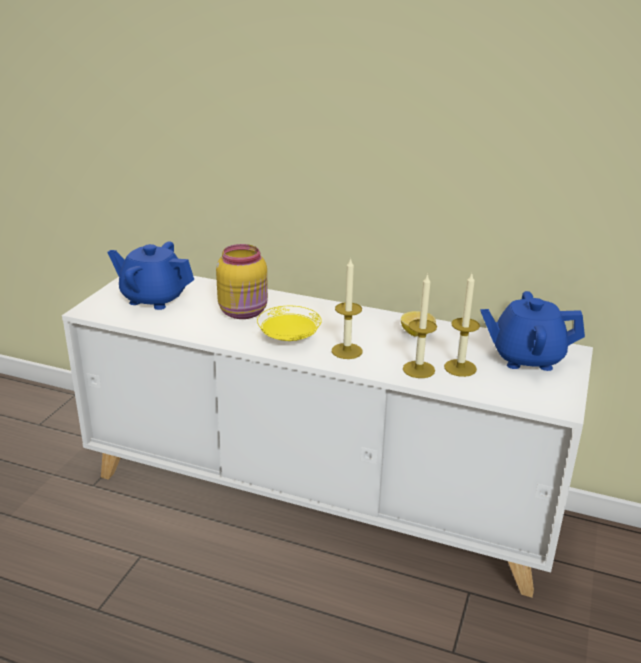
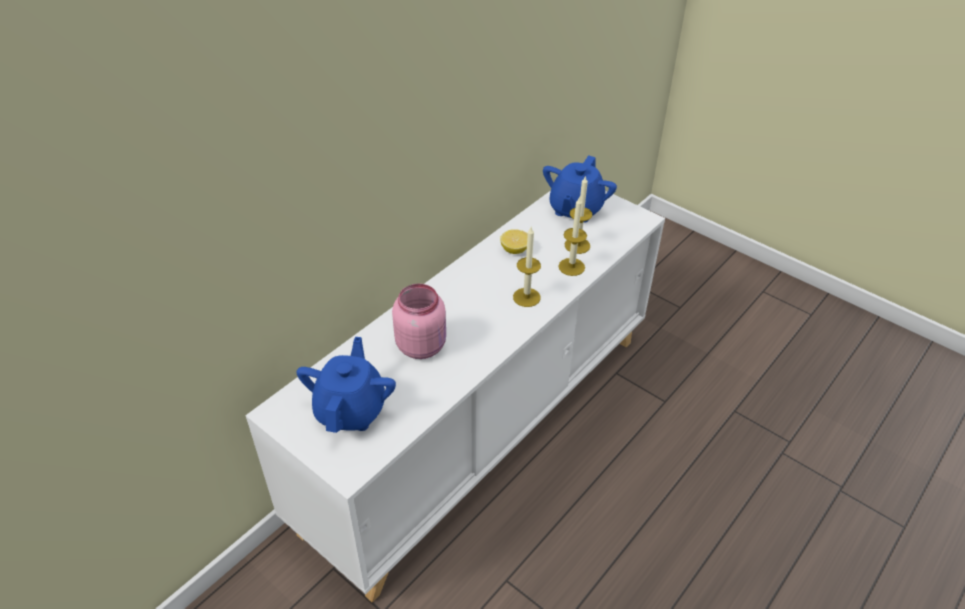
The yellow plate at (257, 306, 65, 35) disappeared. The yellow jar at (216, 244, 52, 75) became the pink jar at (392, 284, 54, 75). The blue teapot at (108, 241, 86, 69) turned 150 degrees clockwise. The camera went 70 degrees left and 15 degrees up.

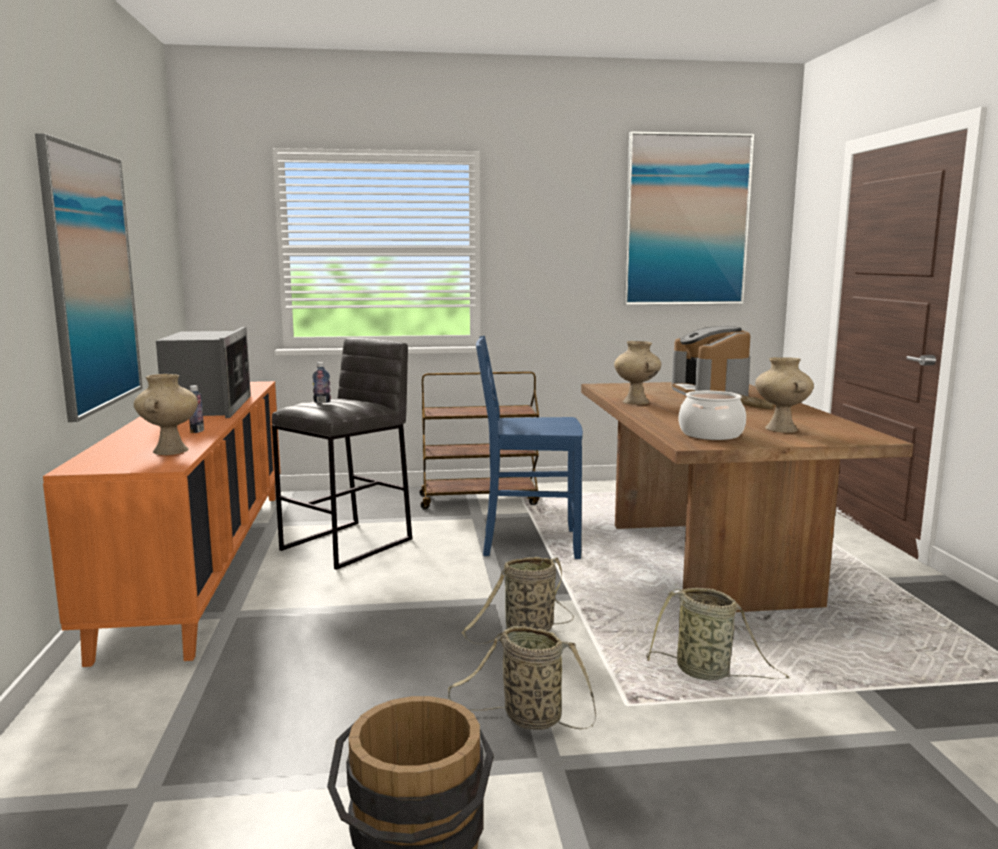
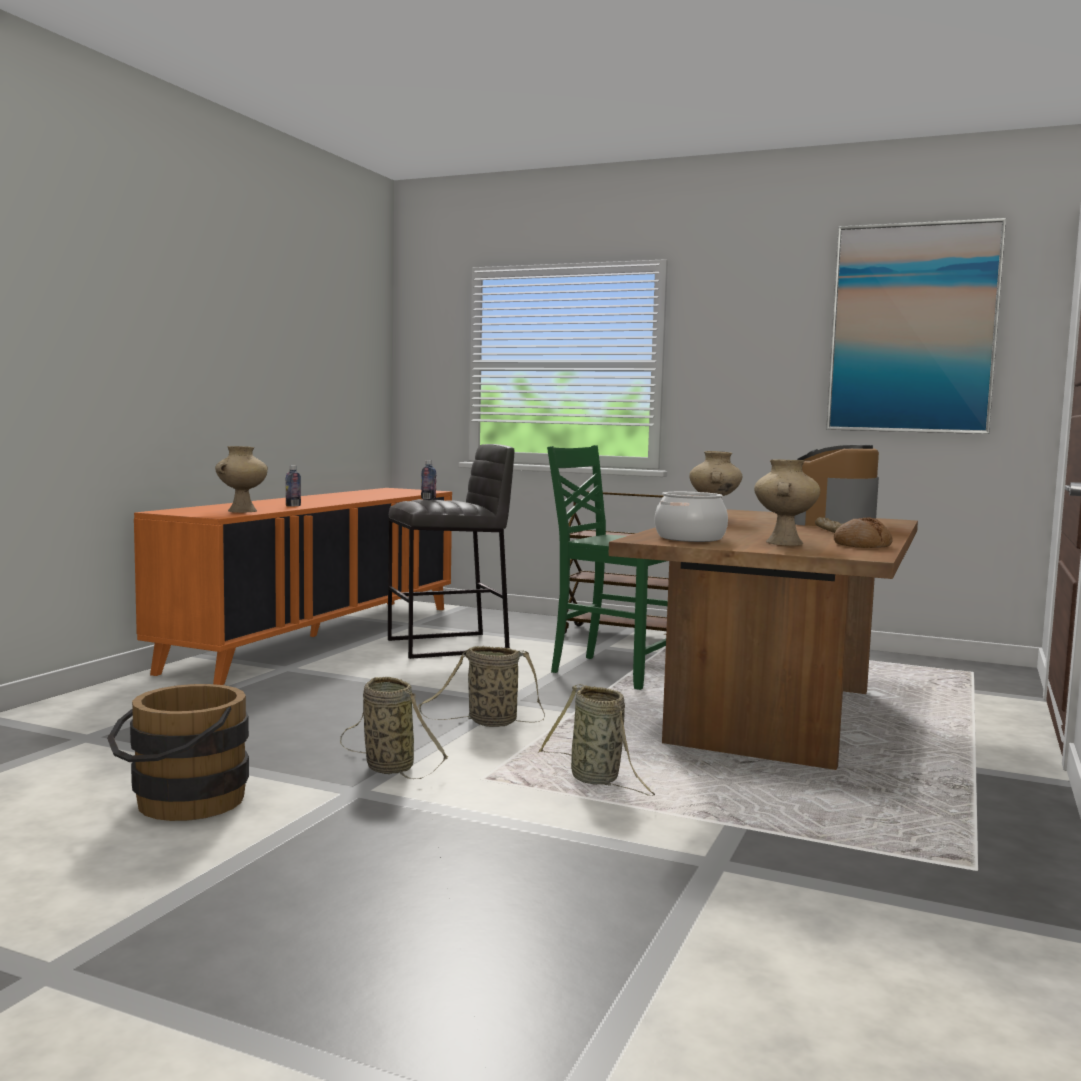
The picture at (35, 133, 107, 289) disappeared. The microwave at (156, 327, 95, 91) disappeared. The bread at (834, 517, 59, 31) appeared. The blue chair at (476, 336, 107, 223) became the green chair at (547, 445, 121, 245). The camera went 30 degrees right and 5 degrees down.

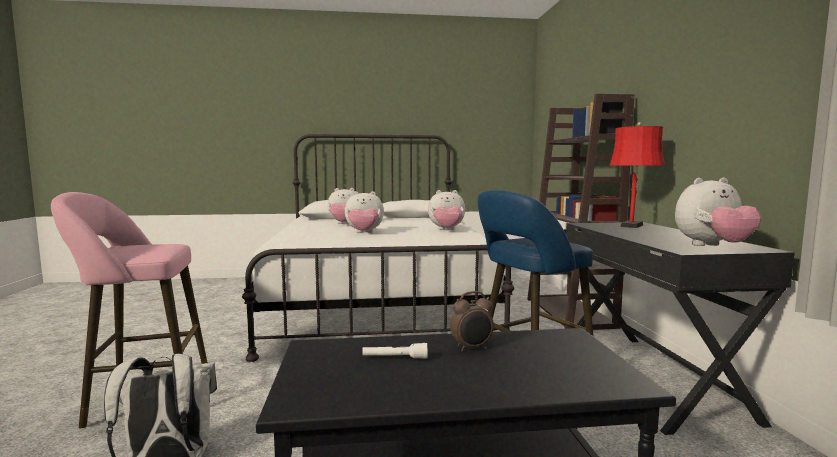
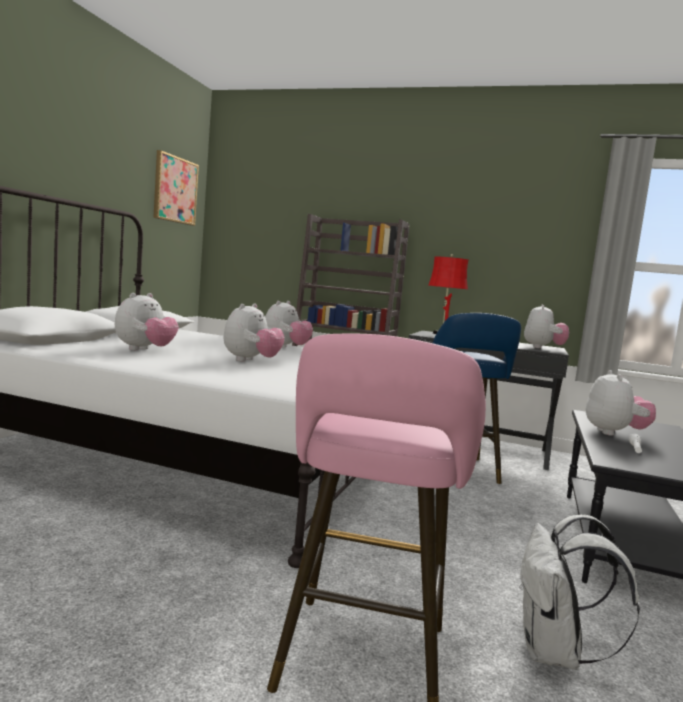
The picture at (153, 150, 46, 76) appeared. The alarm clock at (450, 291, 44, 61) was replaced by the plush toy at (586, 370, 70, 66). The camera went 65 degrees left and 0 degrees up.

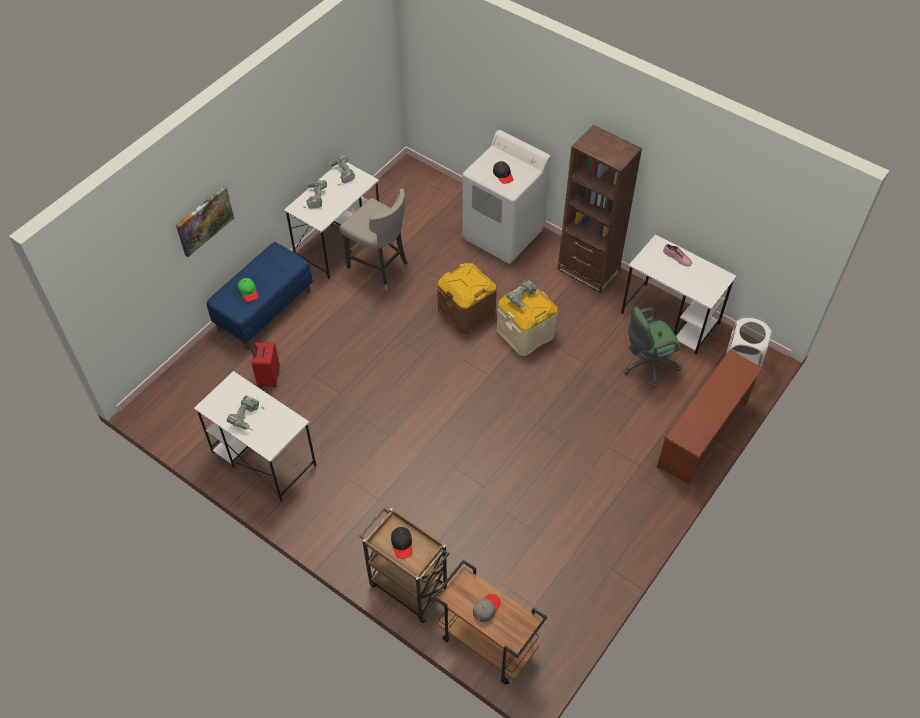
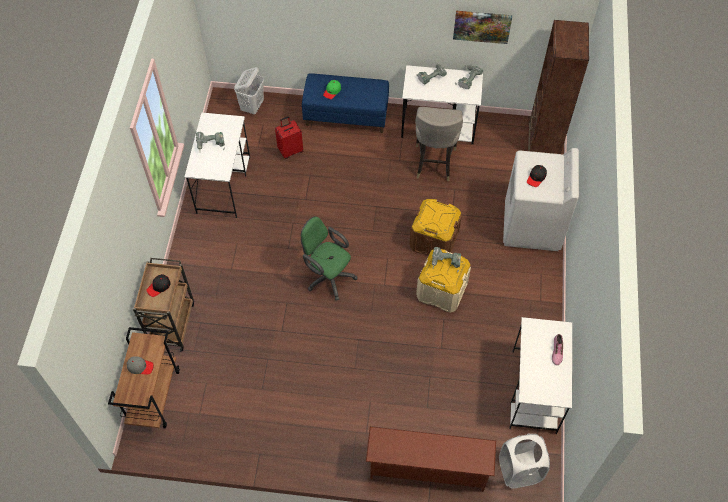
The white laundry basket at (234, 67, 30, 47) appeared. The picture moved from (176, 186, 58, 71) to (453, 11, 59, 33). The brown bookcase moved from (557, 125, 85, 168) to (528, 20, 61, 134). The green office chair moved from (623, 307, 58, 80) to (301, 216, 56, 85). The camera went 60 degrees right and 5 degrees up.

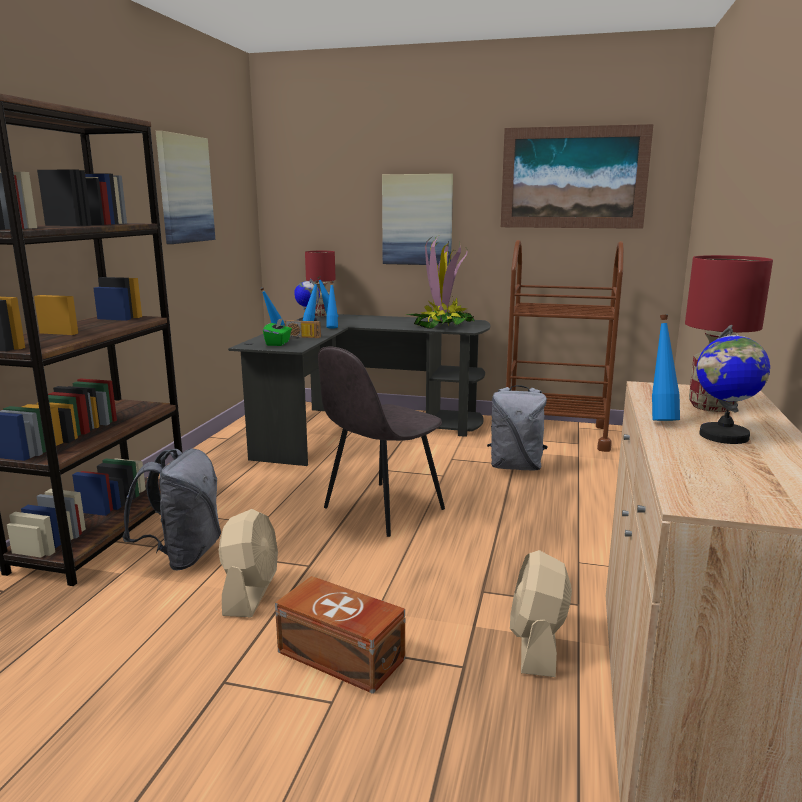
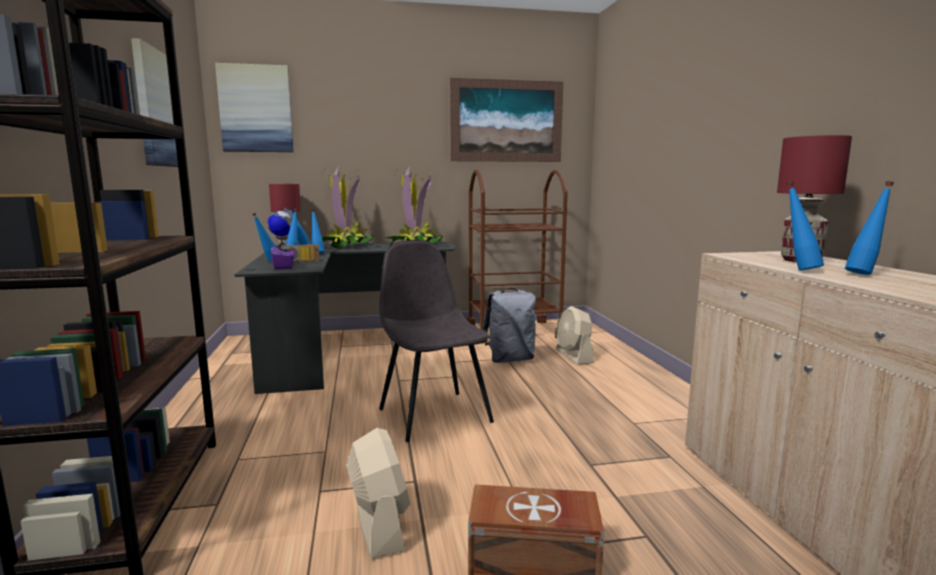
The grey backpack at (122, 448, 99, 123) disappeared. The potted plant at (322, 166, 51, 83) appeared. The picture moved from (382, 174, 71, 92) to (215, 63, 79, 89). The beige fan moved from (510, 550, 62, 127) to (556, 306, 37, 59). The globe at (697, 325, 73, 119) was replaced by the blue bottle at (845, 181, 49, 94). The green tissue box at (263, 318, 29, 28) became the purple tissue box at (271, 240, 24, 29). The grey chair at (318, 346, 127, 191) turned 135 degrees clockwise. The camera went 25 degrees left and 5 degrees down.

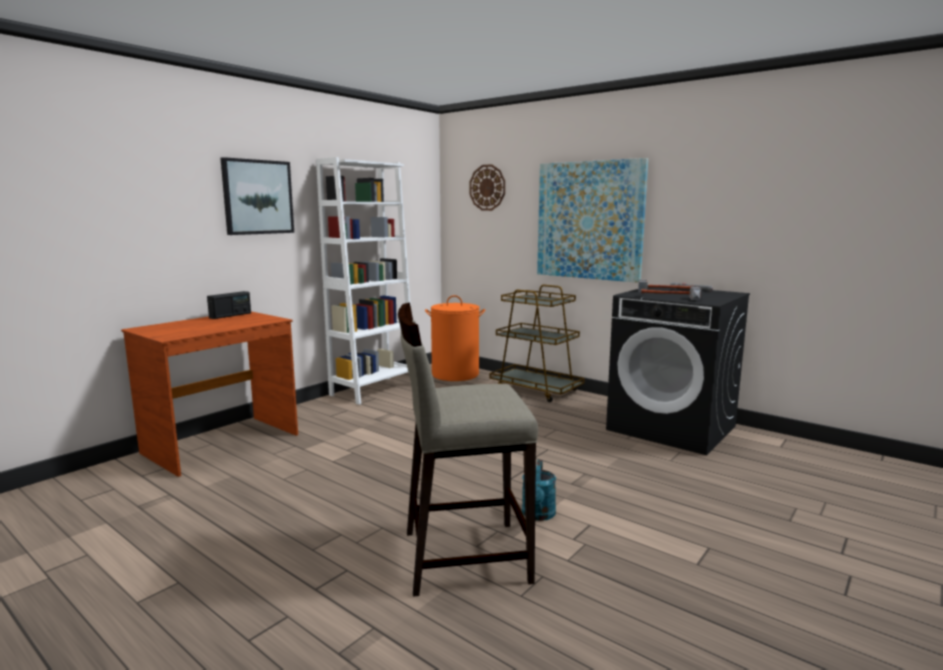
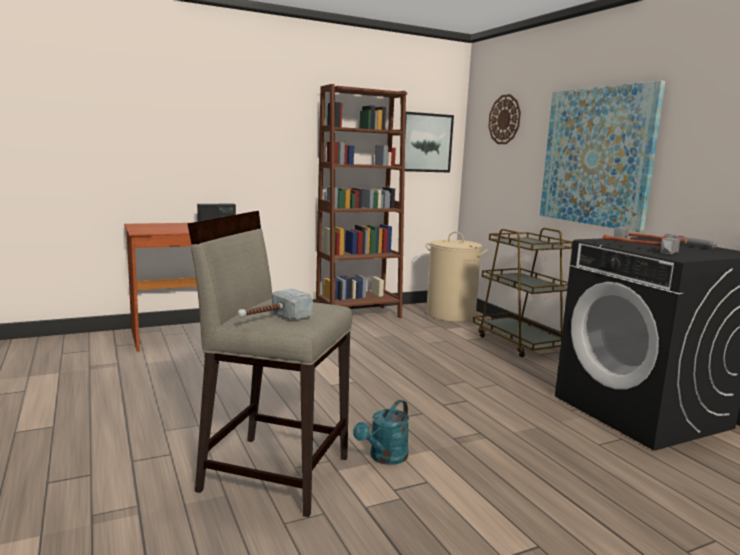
The hammer at (237, 289, 76, 31) appeared. The picture moved from (221, 157, 73, 78) to (399, 112, 55, 60). The white bookcase at (316, 157, 95, 248) became the brown bookcase at (316, 84, 91, 234). The orange laundry basket at (425, 295, 60, 86) became the beige laundry basket at (426, 232, 62, 90). The camera went 25 degrees right and 0 degrees up.

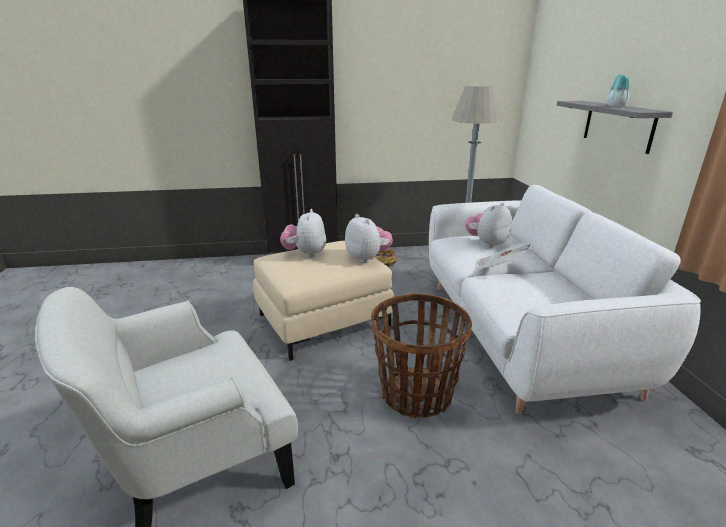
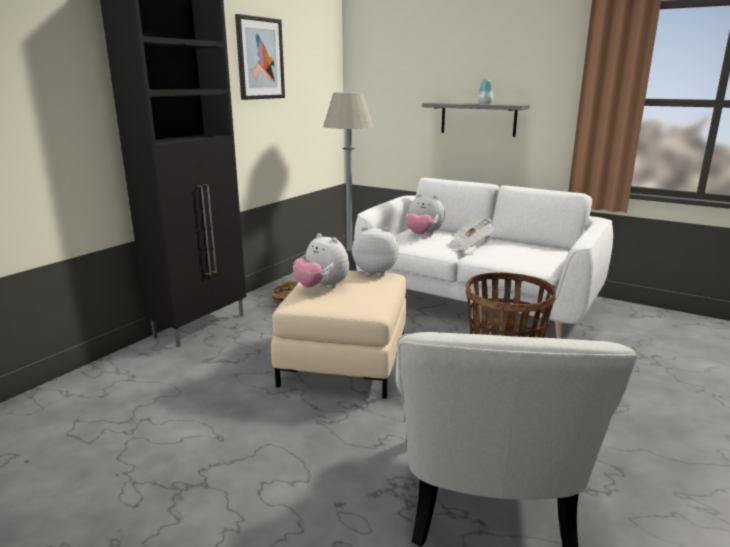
The picture at (235, 14, 50, 86) appeared. The plush toy at (465, 202, 47, 46) turned 60 degrees counterclockwise. The camera went 50 degrees left and 5 degrees down.

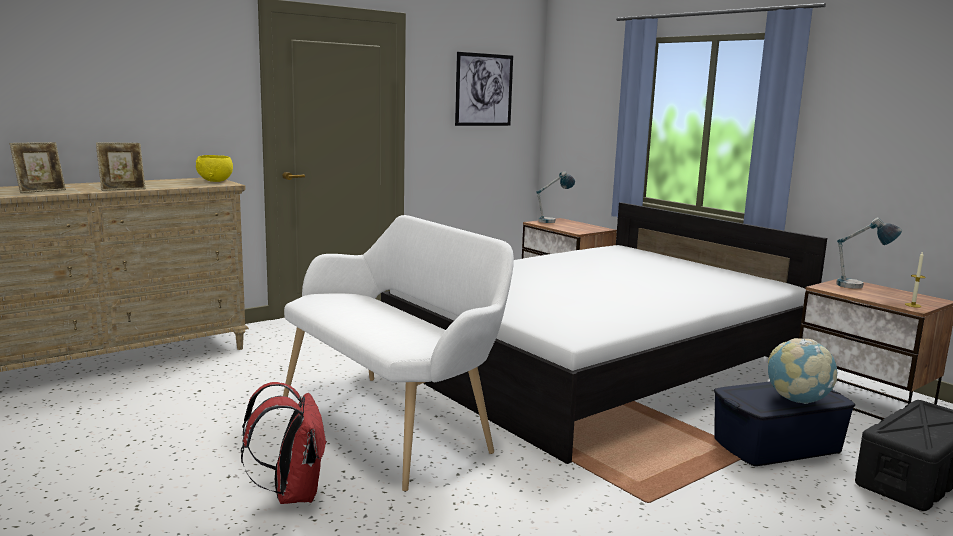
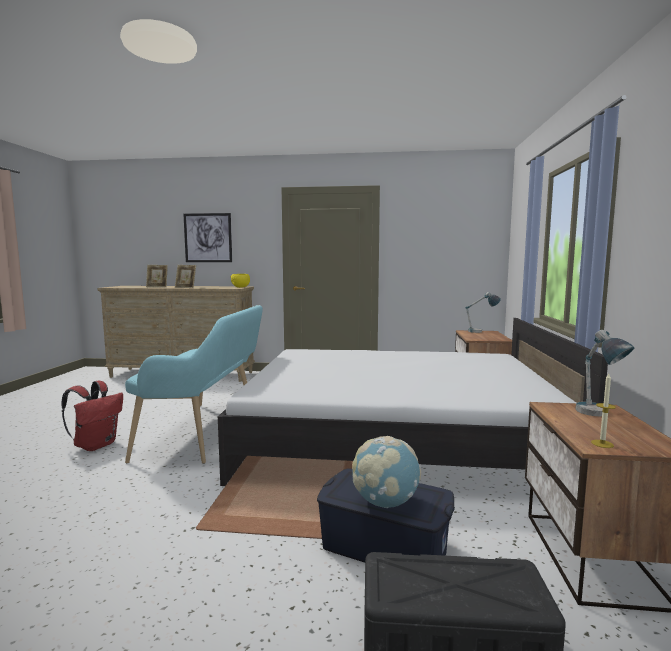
The picture moved from (455, 52, 58, 74) to (183, 213, 49, 49). The white bench at (283, 215, 231, 277) became the turquoise bench at (125, 305, 138, 159). The camera went 45 degrees right and 5 degrees down.

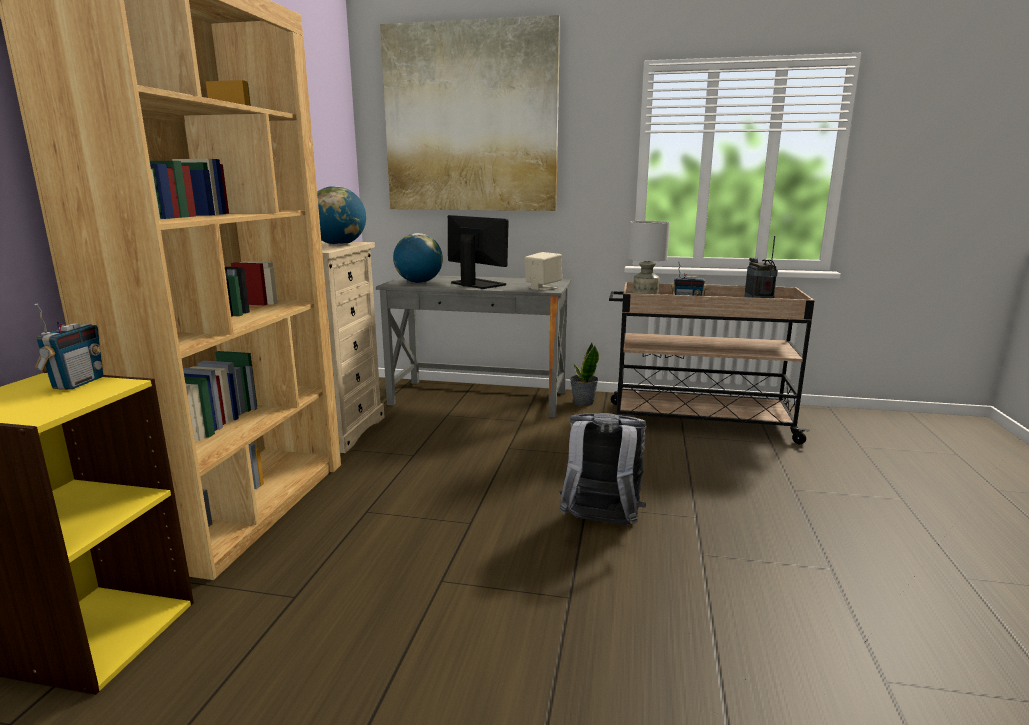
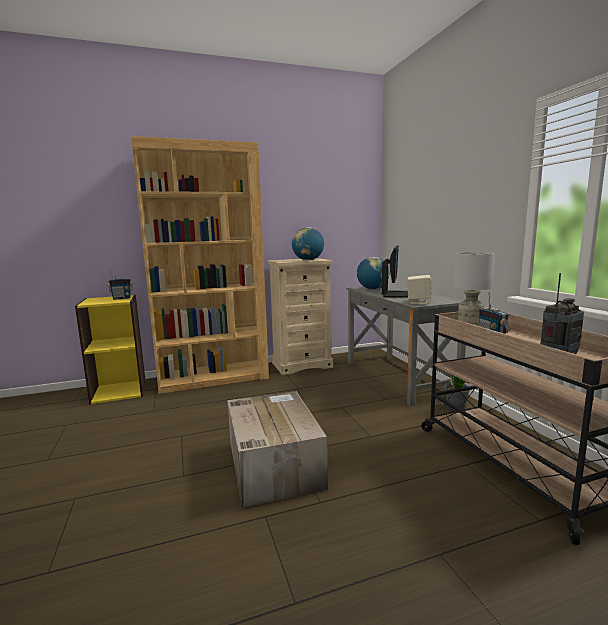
The picture at (380, 15, 180, 196) disappeared. The grey backpack at (559, 413, 88, 112) was replaced by the cardboard box at (227, 391, 101, 117). The camera went 60 degrees right and 5 degrees down.

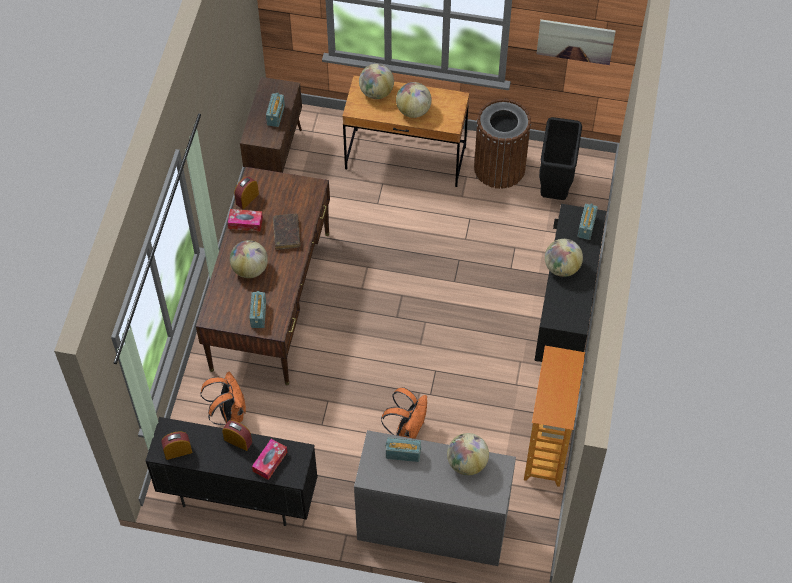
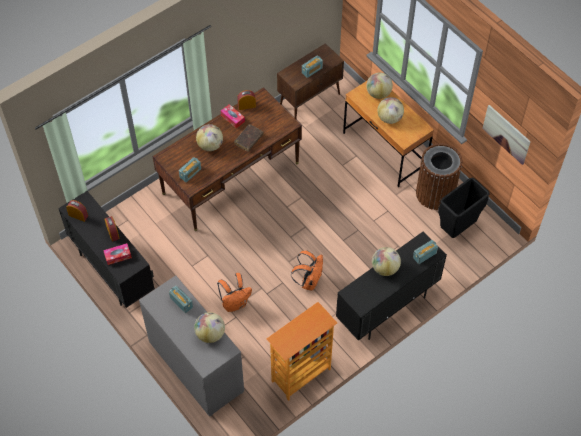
The orange backpack moved from (200, 372, 46, 53) to (291, 250, 32, 40). The camera went 40 degrees right and 0 degrees up.

